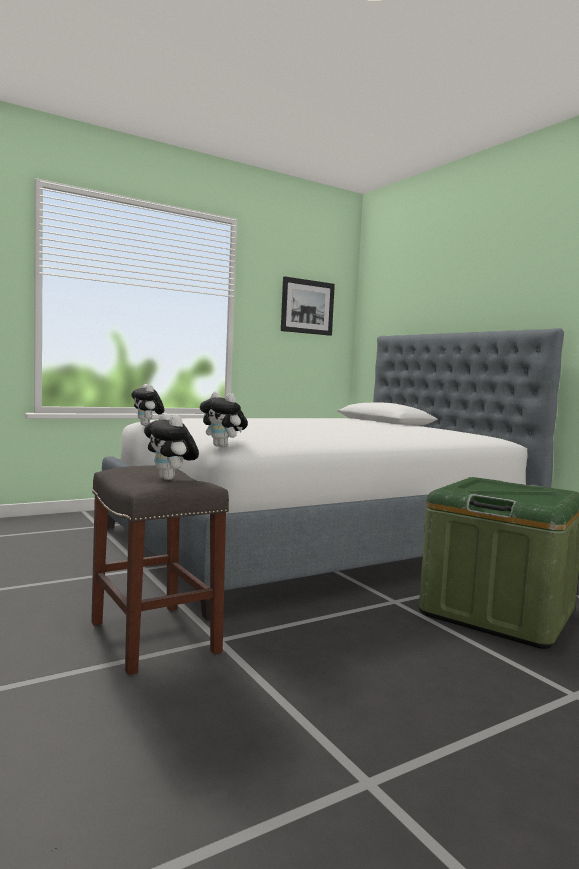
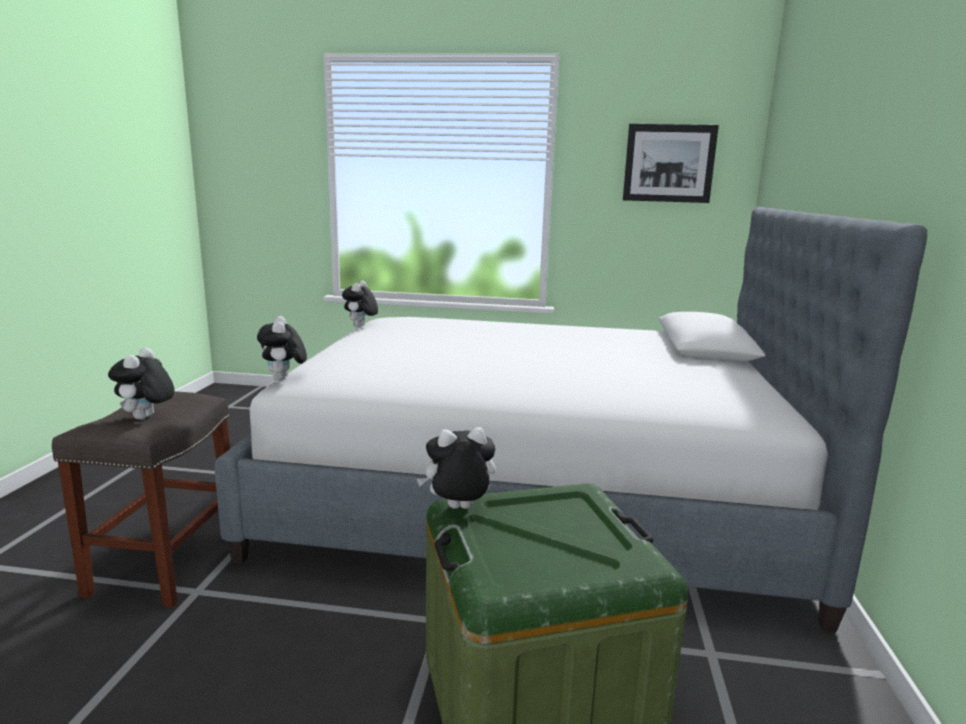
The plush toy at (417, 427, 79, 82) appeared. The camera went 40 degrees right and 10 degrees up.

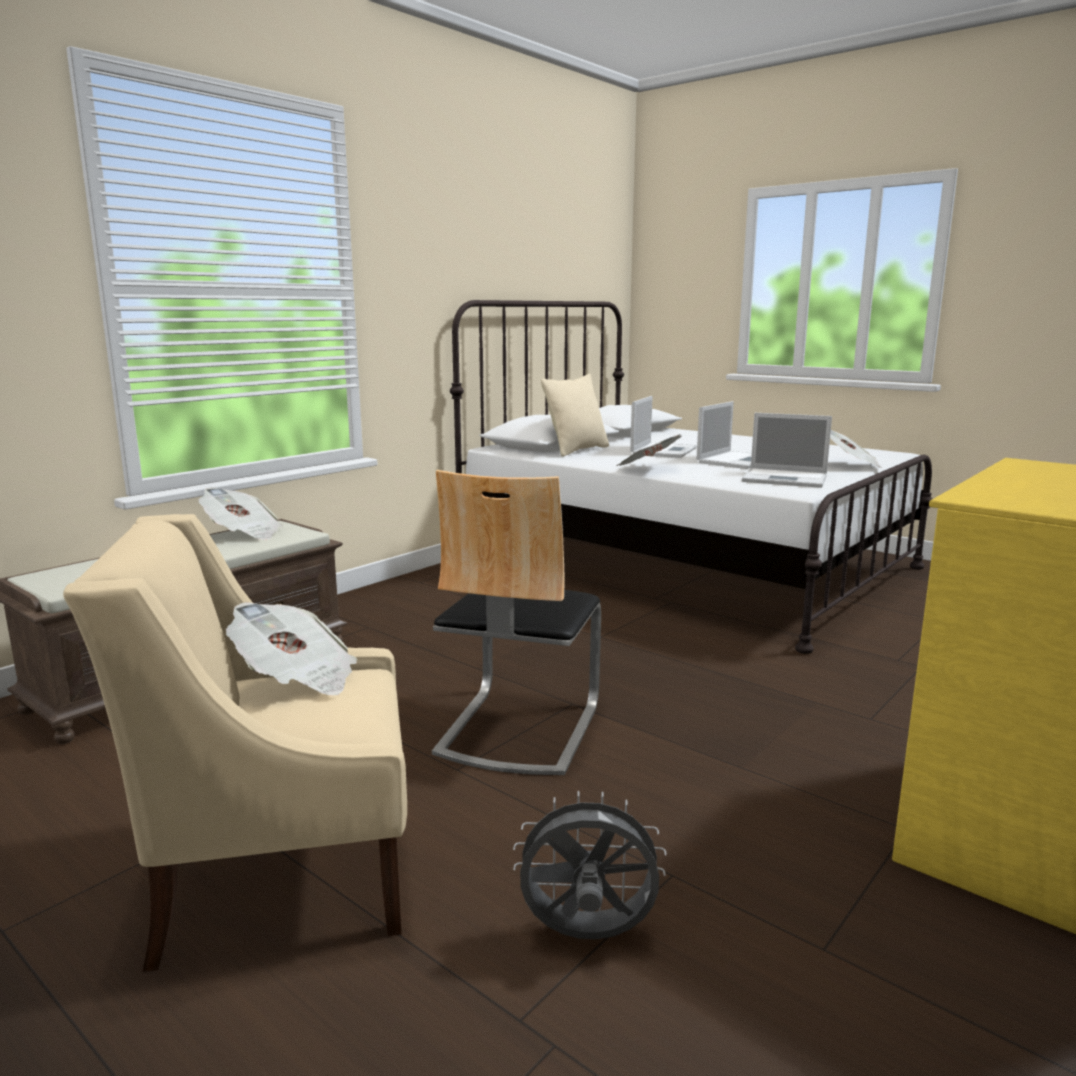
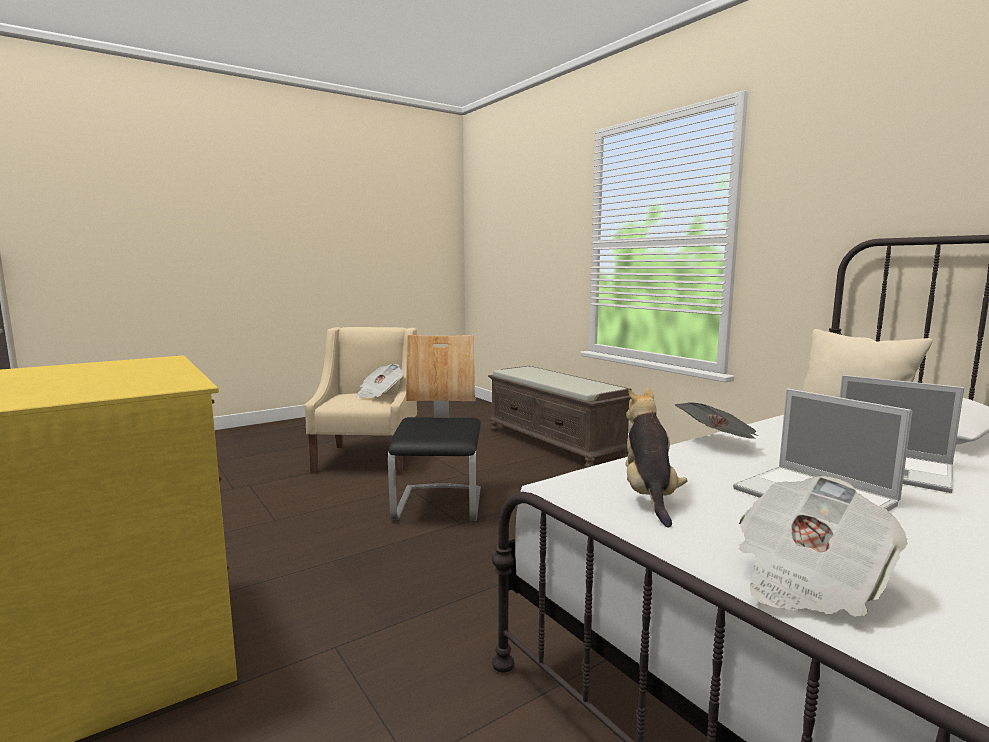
The newspaper at (198, 487, 85, 53) disappeared. The grey fan at (513, 791, 154, 148) disappeared. The laptop at (742, 413, 90, 75) was replaced by the plush toy at (625, 388, 63, 140). The chair at (432, 470, 169, 305) turned 60 degrees clockwise. The camera went 105 degrees right and 5 degrees down.

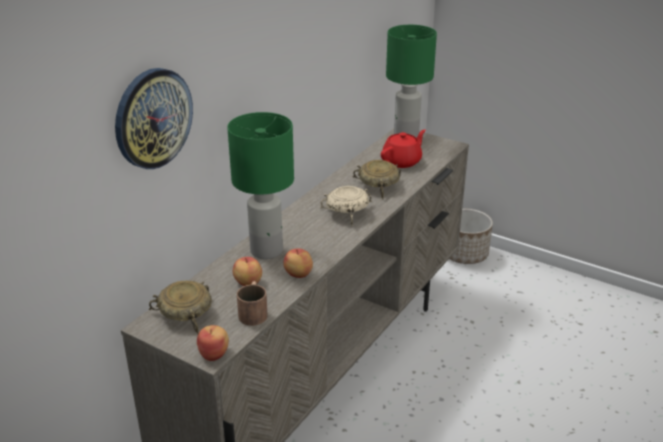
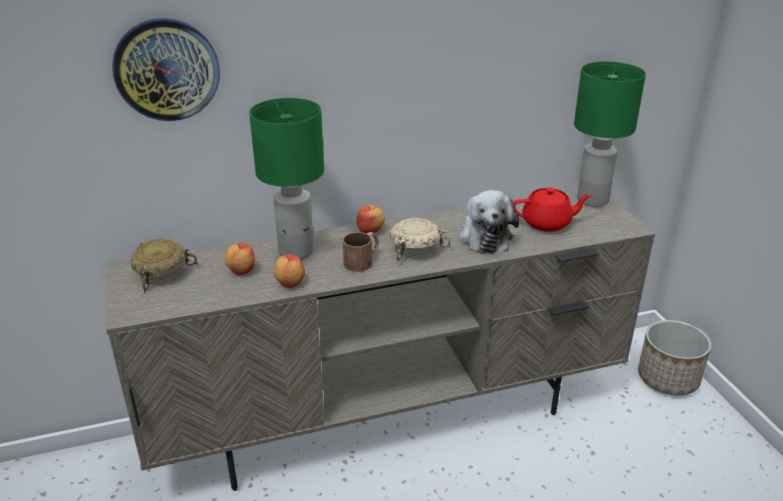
The apple moved from (197, 325, 32, 36) to (357, 205, 28, 29). The brown mug moved from (237, 281, 31, 45) to (343, 232, 36, 40). The beige bowl at (353, 160, 48, 40) was replaced by the plush toy at (458, 190, 62, 63). The camera went 40 degrees right and 0 degrees up.

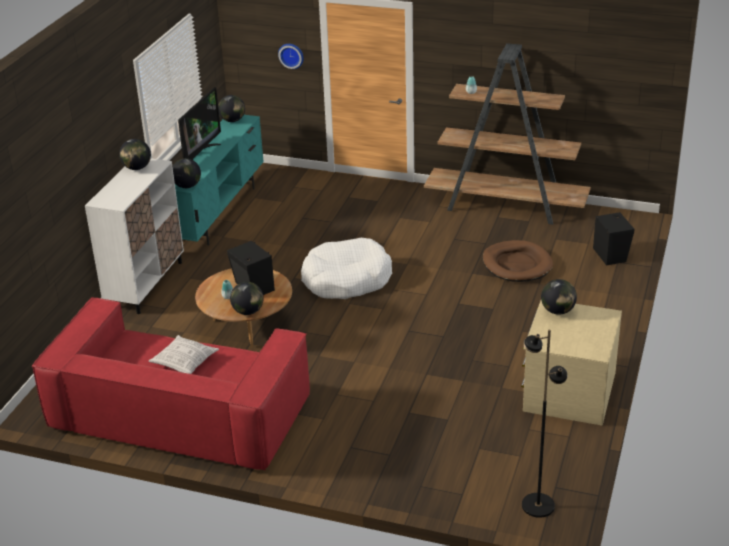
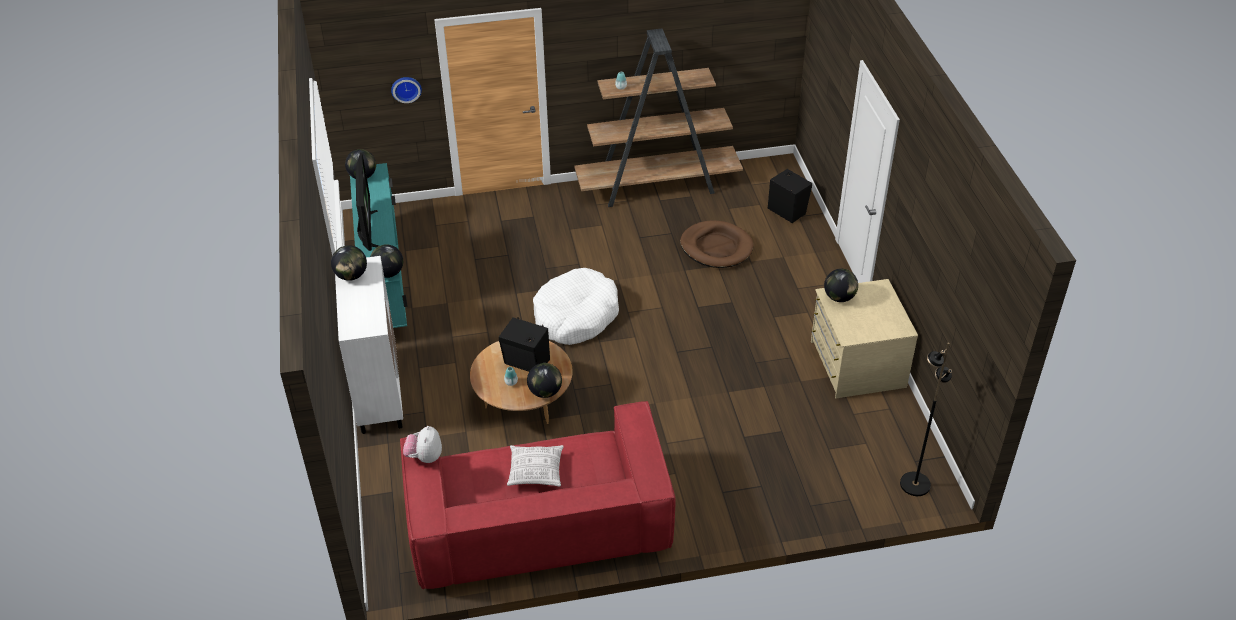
The plush toy at (403, 426, 39, 37) appeared. The camera went 30 degrees left and 10 degrees up.

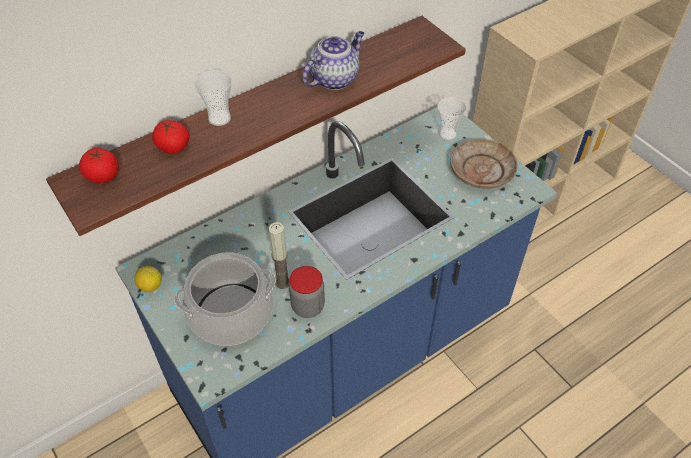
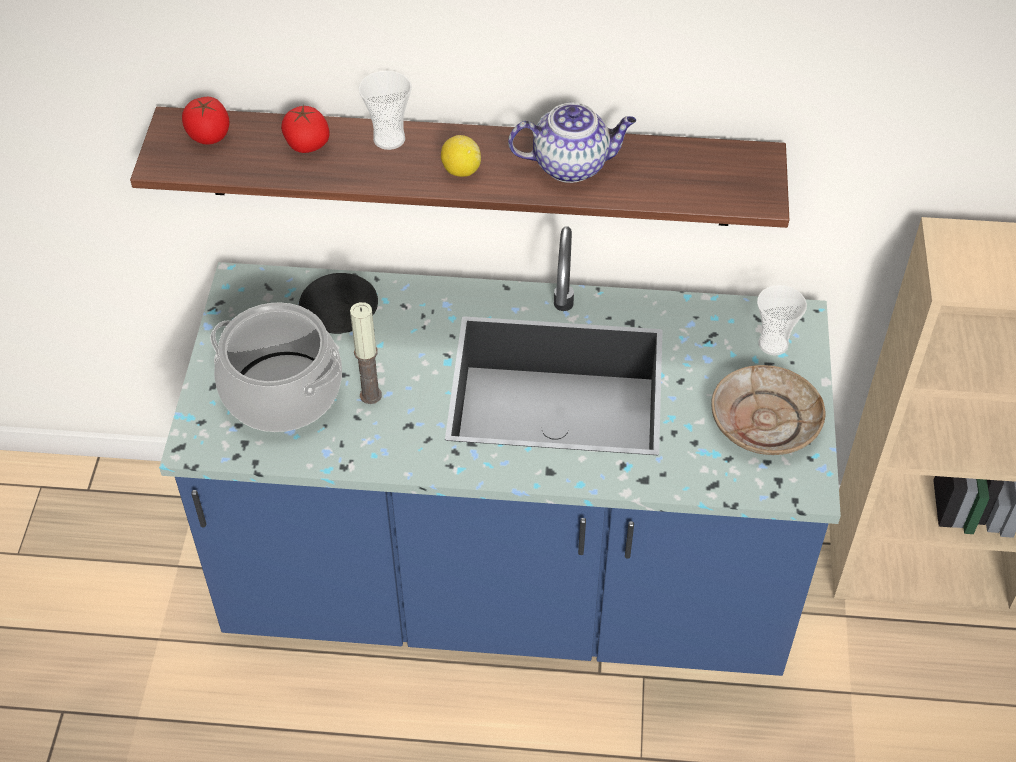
The jar at (289, 266, 36, 52) disappeared. The black plate at (299, 273, 79, 61) appeared. The lemon moved from (134, 266, 28, 26) to (441, 135, 40, 42). The camera went 40 degrees right and 0 degrees up.

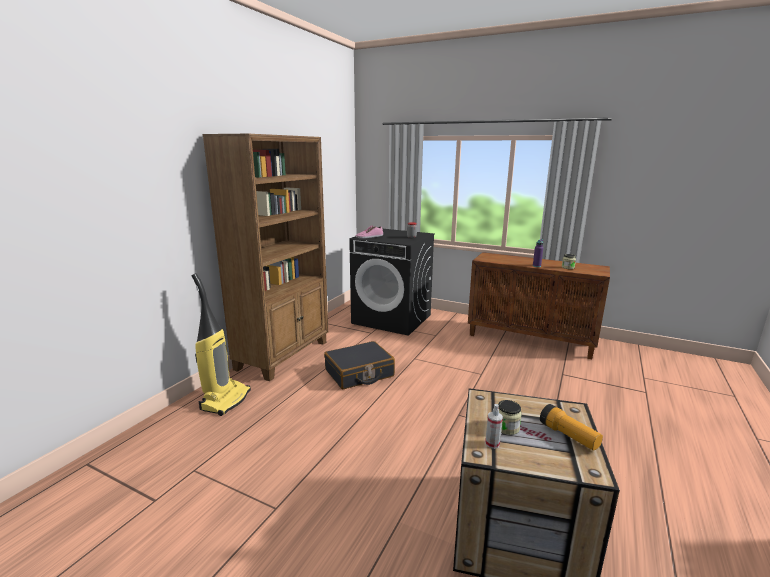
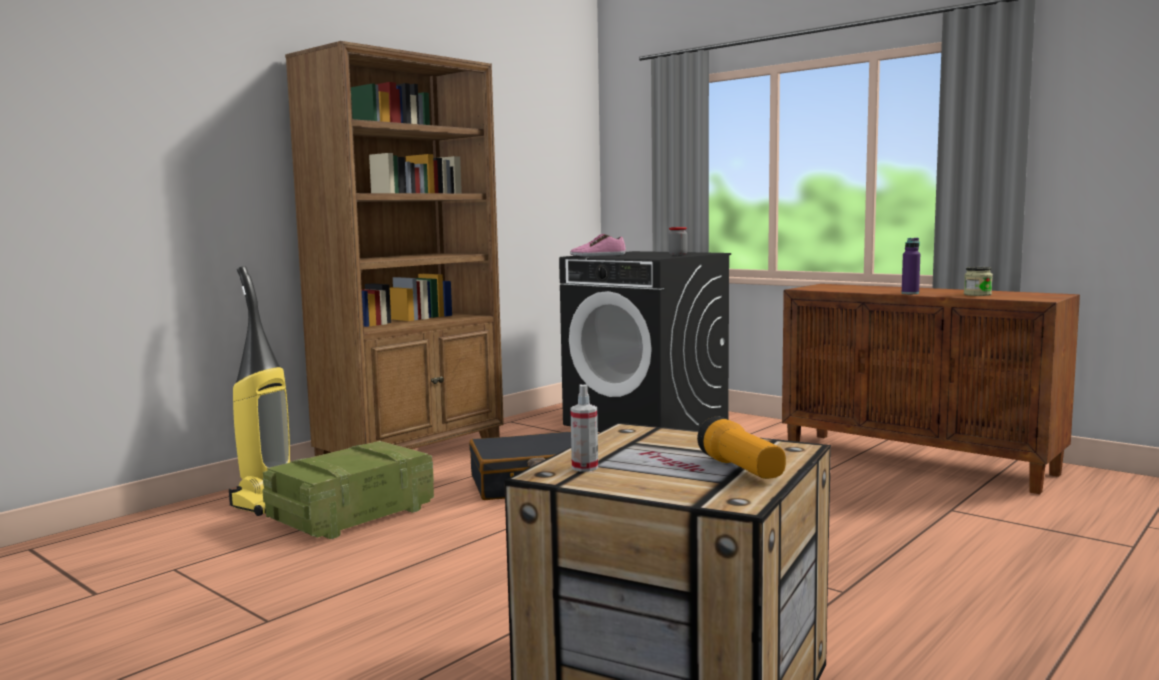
The jar at (498, 400, 24, 35) disappeared. The crate at (263, 441, 171, 98) appeared. The camera went 15 degrees right and 10 degrees down.

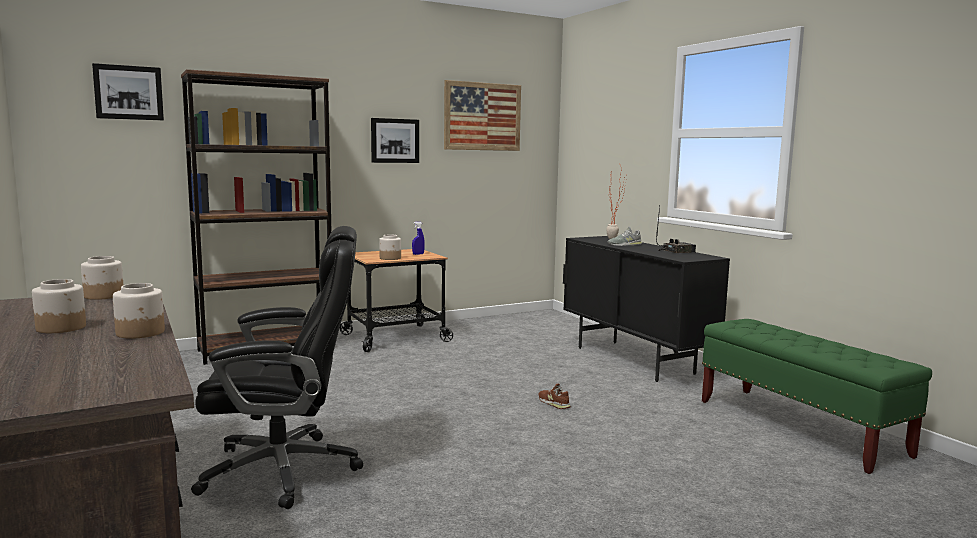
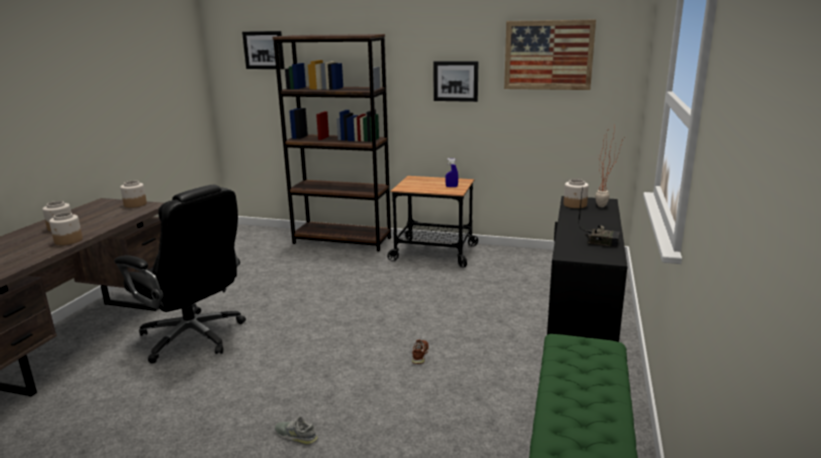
The jar moved from (379, 234, 22, 26) to (563, 179, 26, 29). The grey shoe moved from (608, 227, 34, 19) to (275, 416, 43, 29). The camera went 45 degrees right and 10 degrees up.

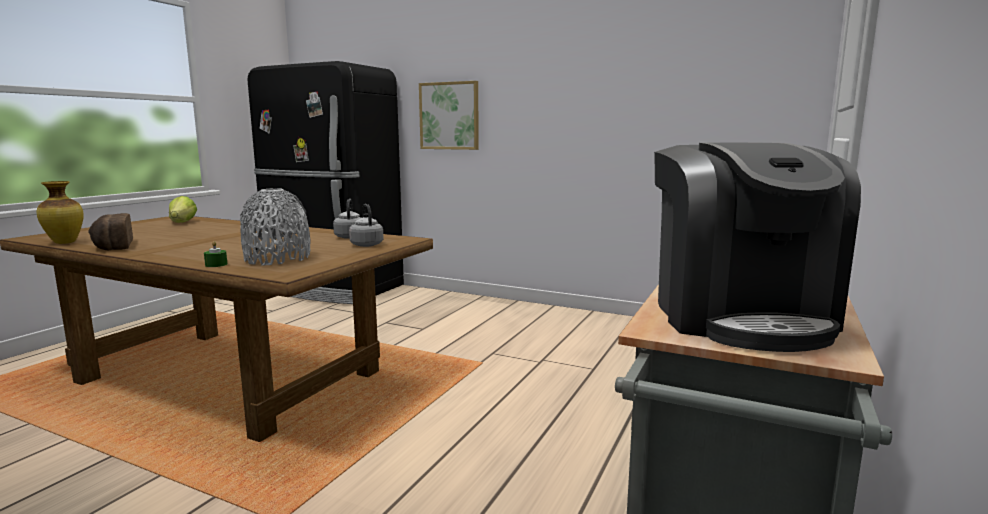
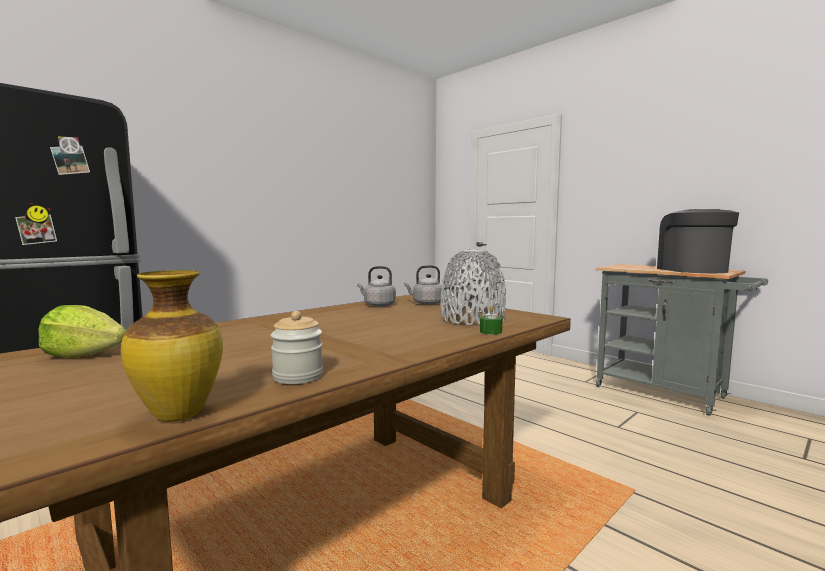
The picture at (419, 81, 60, 69) disappeared. The bread at (88, 213, 45, 37) was replaced by the jar at (271, 311, 52, 73). The coffee machine at (654, 142, 207, 210) turned 105 degrees counterclockwise. The camera went 70 degrees left and 5 degrees down.

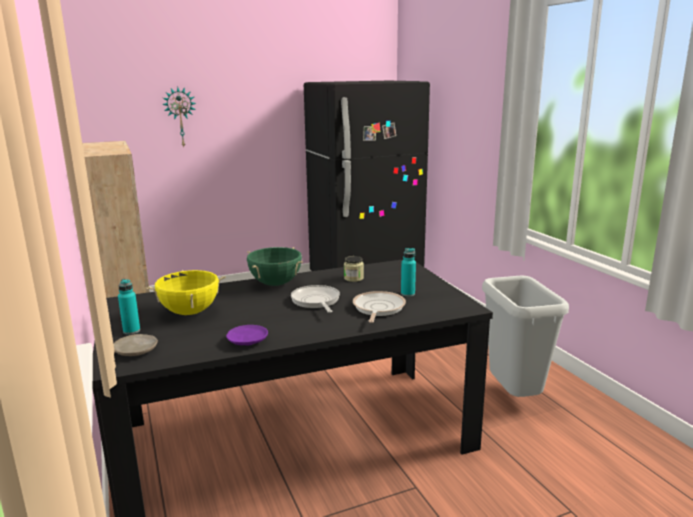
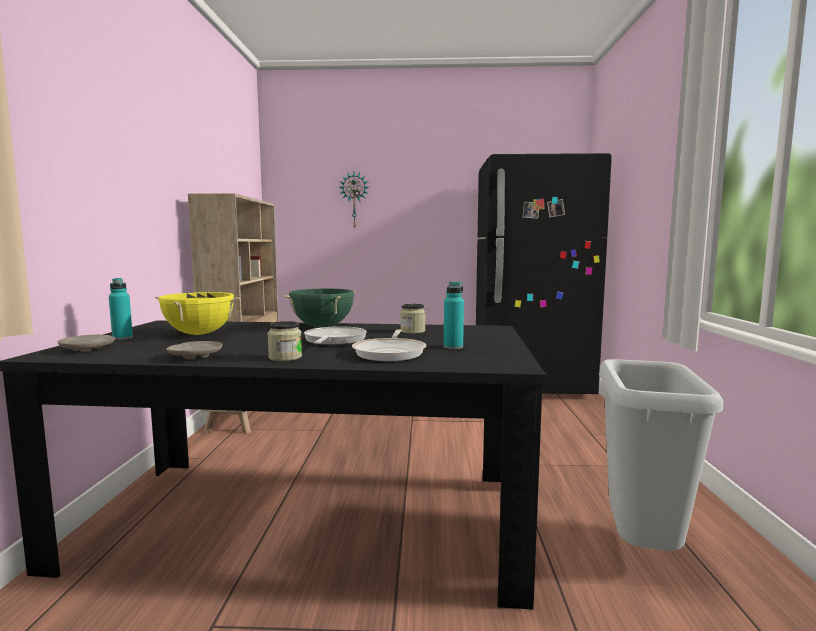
The jar at (267, 321, 35, 40) appeared. The purple plate at (226, 325, 42, 21) became the beige plate at (166, 341, 57, 19). The frying pan at (353, 291, 53, 32) turned 150 degrees clockwise. The camera went 25 degrees right and 10 degrees down.

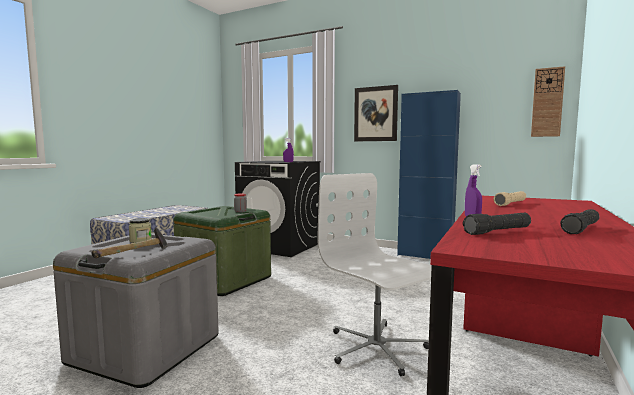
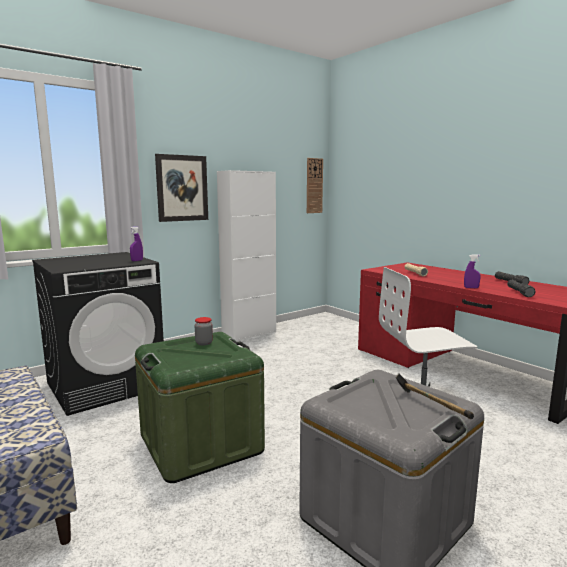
The jar at (129, 218, 23, 25) disappeared. The blue cabinet at (397, 90, 64, 169) became the white cabinet at (217, 170, 59, 171). The camera went 65 degrees left and 5 degrees up.

